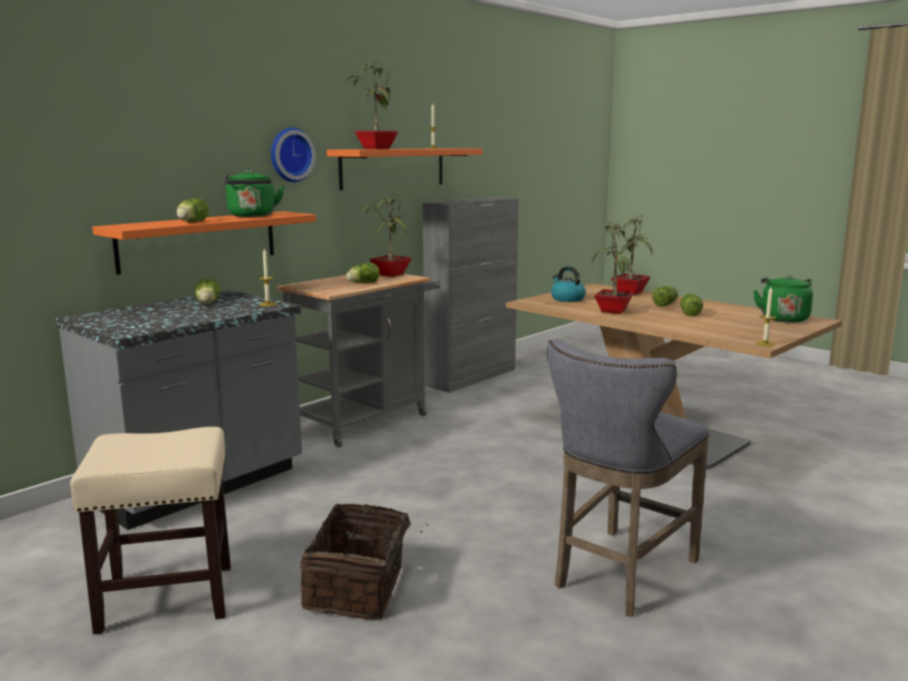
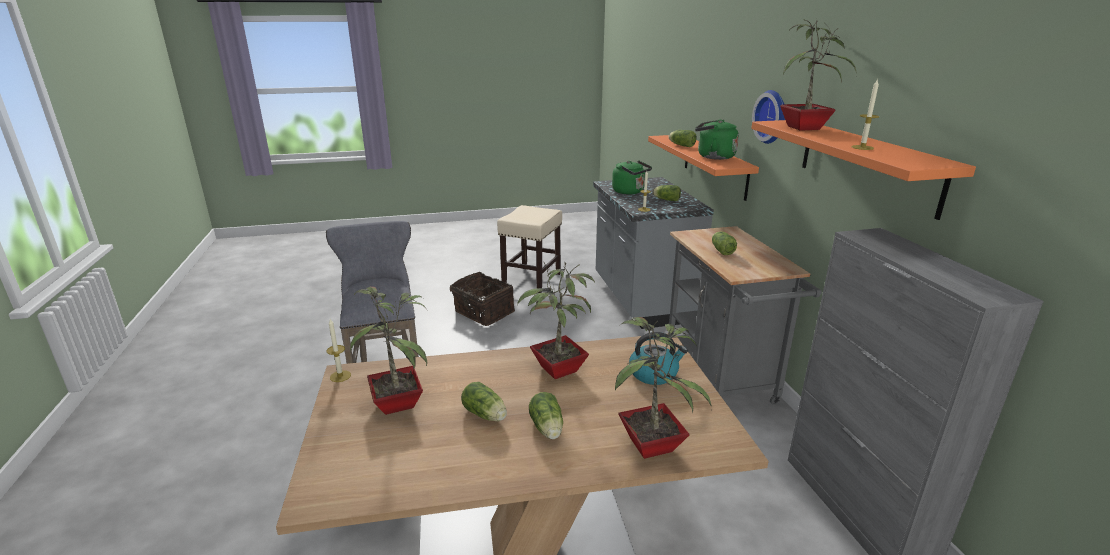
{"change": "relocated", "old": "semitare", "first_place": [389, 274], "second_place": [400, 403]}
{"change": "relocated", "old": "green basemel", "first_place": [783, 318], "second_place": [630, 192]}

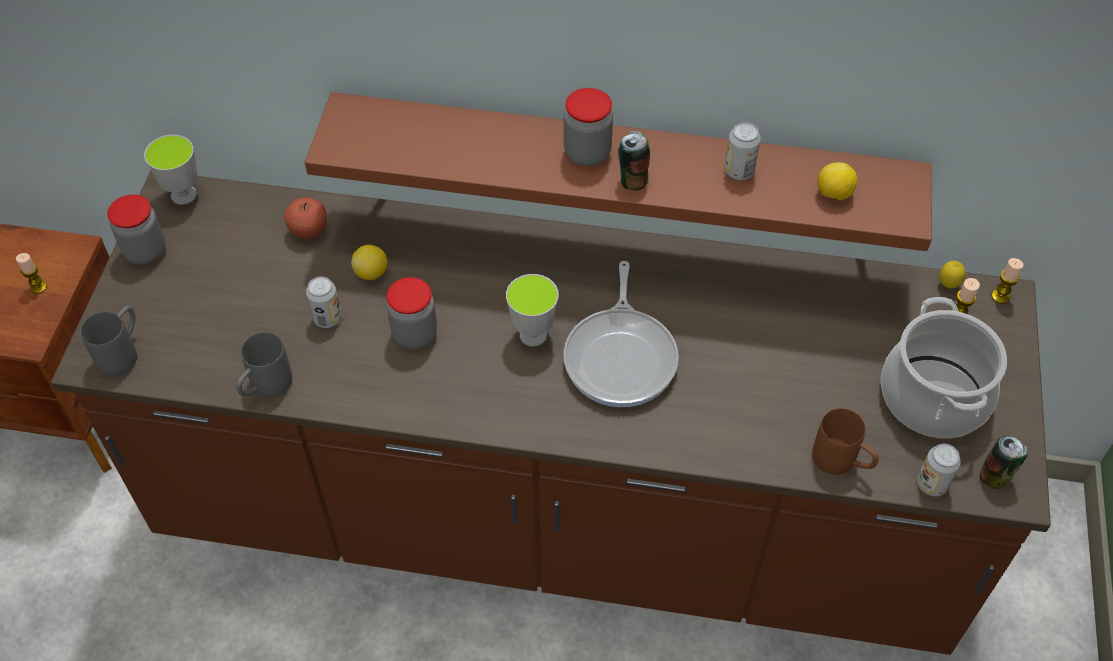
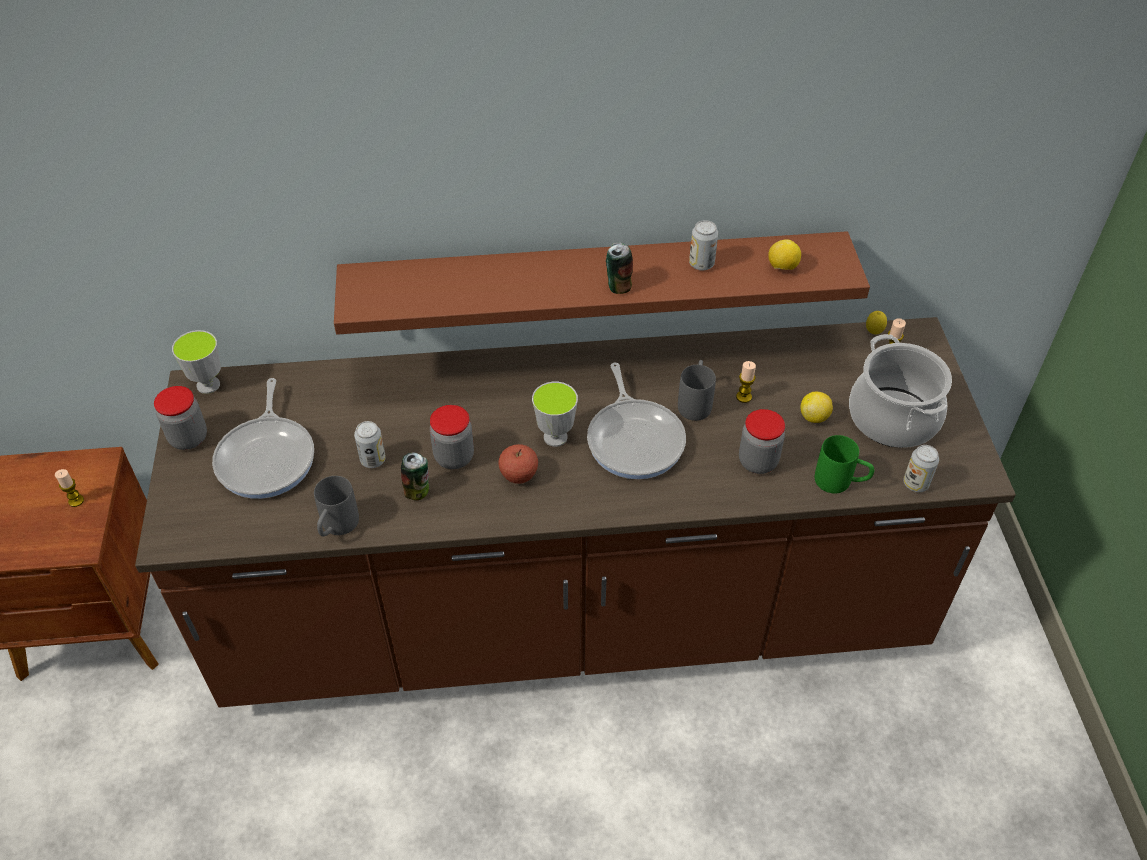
{"change": "relocated", "old": "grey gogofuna", "first_place": [123, 352], "second_place": [695, 402]}
{"change": "relocated", "old": "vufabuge", "first_place": [309, 231], "second_place": [519, 475]}
{"change": "relocated", "old": "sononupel", "first_place": [372, 273], "second_place": [814, 417]}
{"change": "relocated", "old": "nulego", "first_place": [587, 153], "second_place": [758, 461]}
{"change": "colour", "old": "brown gogofuna", "new": "green gogofuna", "first_place": [842, 462], "second_place": [841, 482]}
{"change": "relocated", "old": "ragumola", "first_place": [995, 476], "second_place": [418, 491]}
{"change": "relocated", "old": "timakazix", "first_place": [1000, 296], "second_place": [744, 397]}
{"change": "appeared", "new": "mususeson", "second_place": [267, 457]}

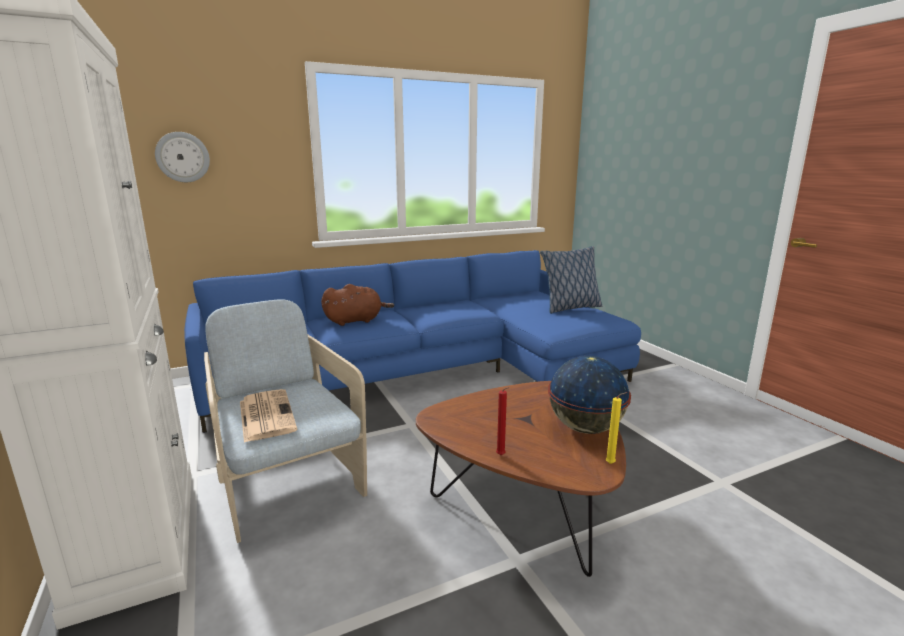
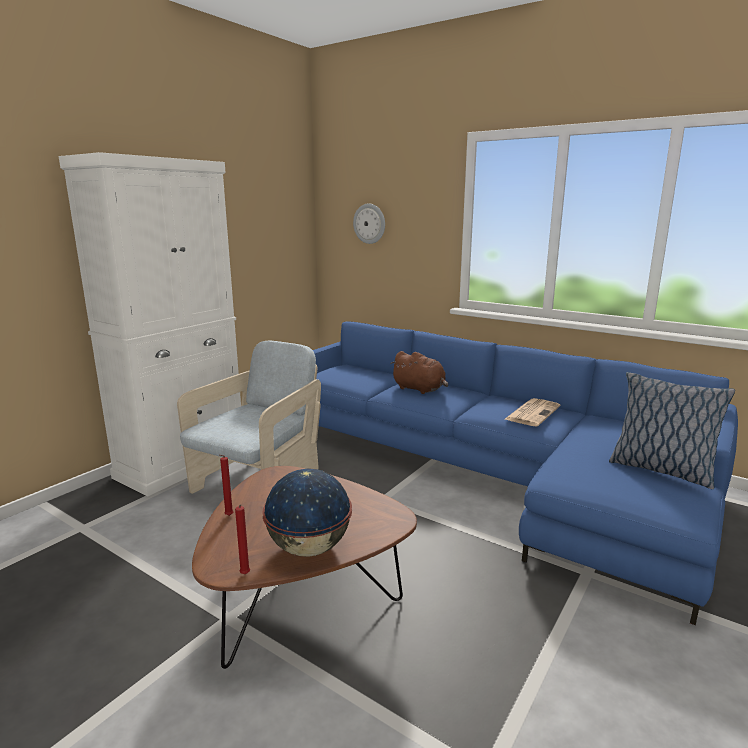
{"change": "relocated", "old": "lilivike", "first_place": [266, 415], "second_place": [532, 412]}
{"change": "colour", "old": "yellow timakazix", "new": "red timakazix", "first_place": [612, 464], "second_place": [245, 575]}

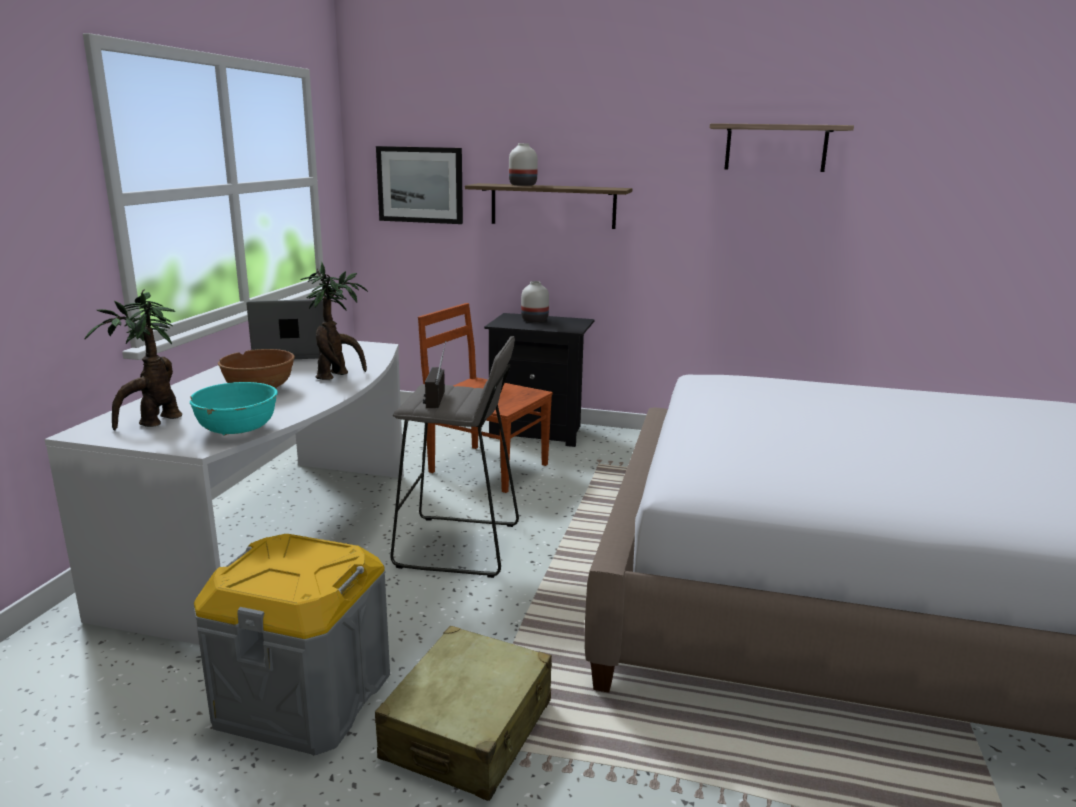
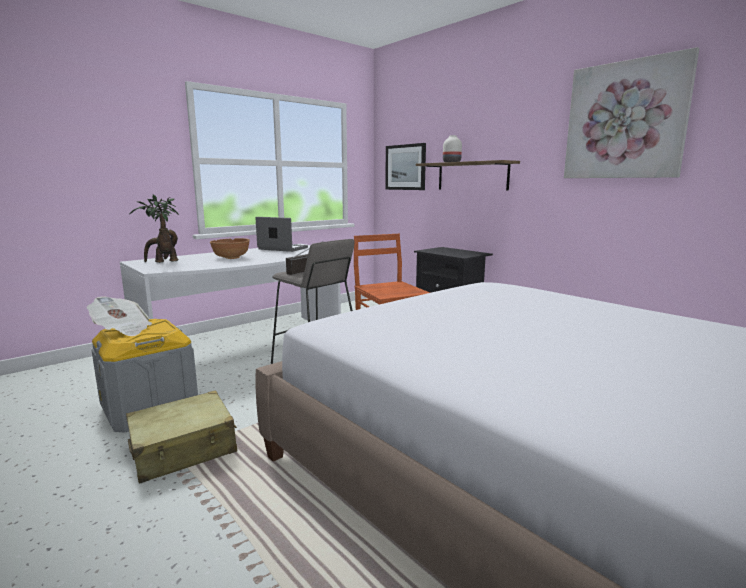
{"change": "missing", "old": "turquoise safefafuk", "first_place": [238, 430]}
{"change": "missing", "old": "semitare", "first_place": [337, 376]}
{"change": "missing", "old": "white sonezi", "first_place": [535, 320]}
{"change": "exchanged", "old": "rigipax", "new": "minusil", "first_place": [776, 148], "second_place": [625, 120]}
{"change": "appeared", "new": "lilivike", "second_place": [122, 330]}

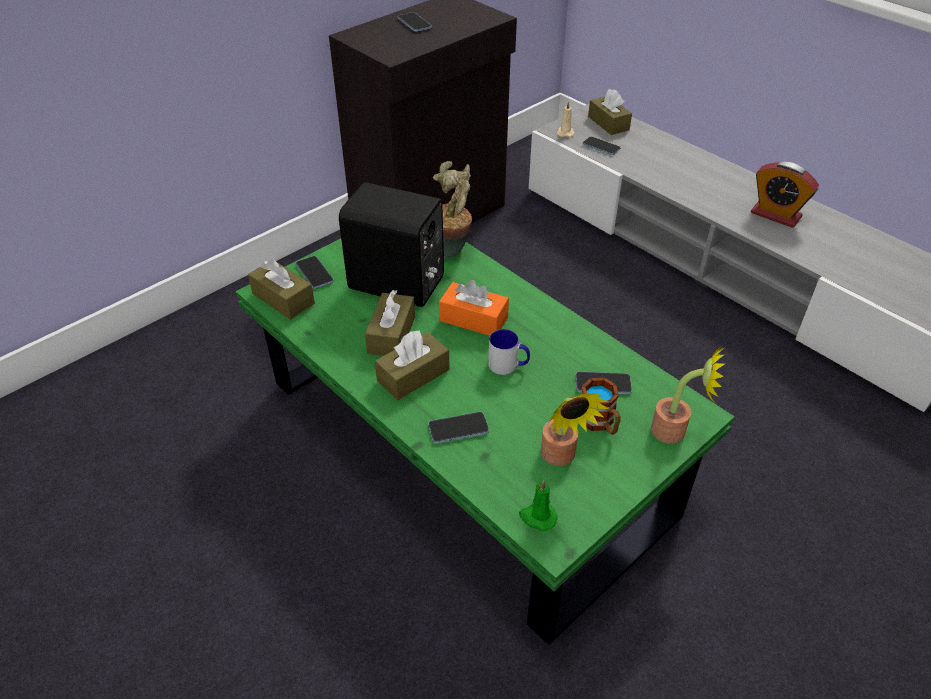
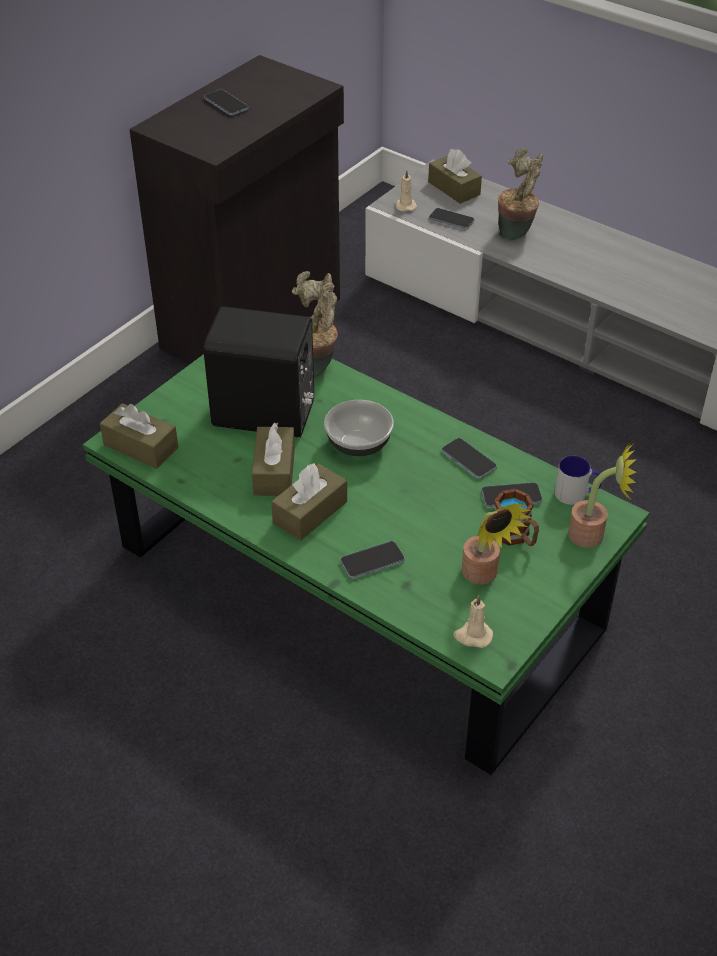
{"change": "relocated", "old": "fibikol", "first_place": [314, 273], "second_place": [468, 460]}
{"change": "exchanged", "old": "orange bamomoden", "new": "safefafuk", "first_place": [473, 319], "second_place": [359, 444]}
{"change": "relocated", "old": "gogofuna", "first_place": [508, 365], "second_place": [576, 494]}
{"change": "colour", "old": "green timakazix", "new": "beige timakazix", "first_place": [537, 517], "second_place": [472, 636]}
{"change": "missing", "old": "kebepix", "first_place": [775, 215]}
{"change": "appeared", "new": "semitare", "second_place": [517, 233]}

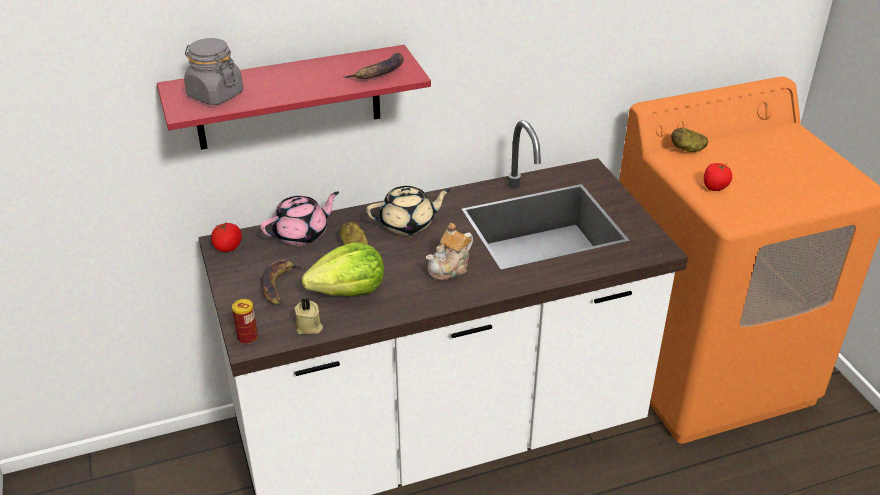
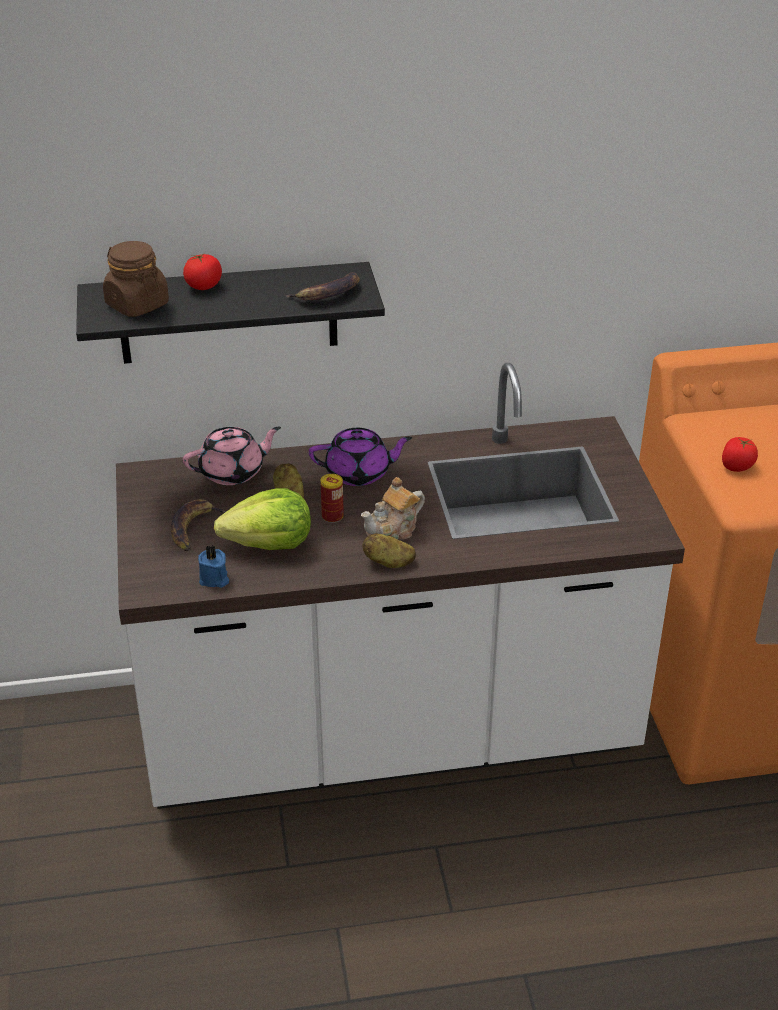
{"change": "colour", "old": "red rigipax", "new": "black rigipax", "first_place": [288, 98], "second_place": [228, 313]}
{"change": "colour", "old": "grey nulego", "new": "brown nulego", "first_place": [215, 95], "second_place": [137, 304]}
{"change": "relocated", "old": "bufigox", "first_place": [228, 247], "second_place": [203, 286]}
{"change": "relocated", "old": "ragumola", "first_place": [247, 337], "second_place": [332, 516]}
{"change": "colour", "old": "beige timakazix", "new": "blue timakazix", "first_place": [309, 327], "second_place": [214, 579]}
{"change": "colour", "old": "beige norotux", "new": "purple norotux", "first_place": [408, 224], "second_place": [359, 473]}
{"change": "relocated", "old": "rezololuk", "first_place": [688, 149], "second_place": [388, 562]}

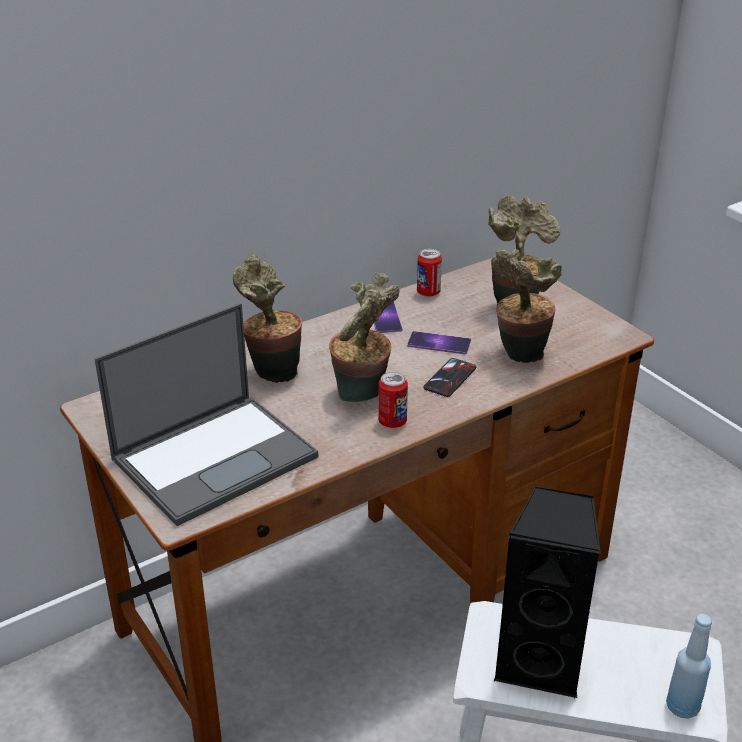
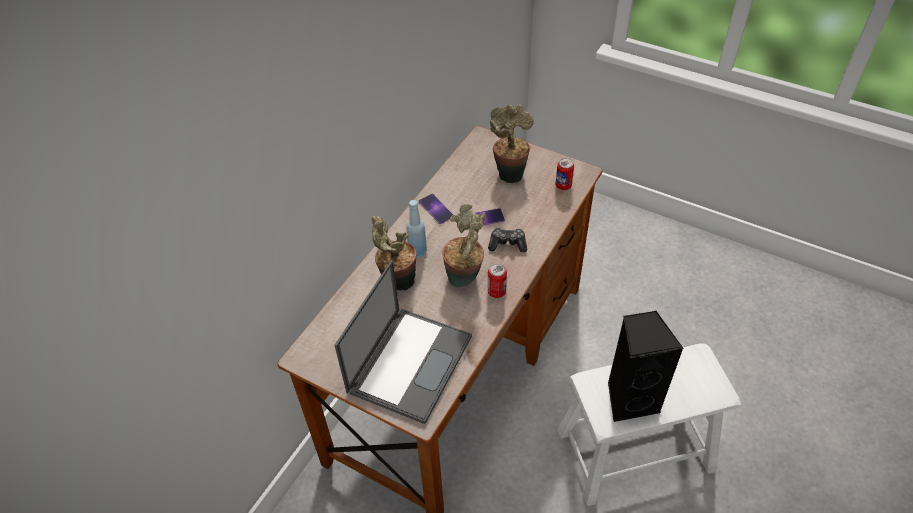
{"change": "relocated", "old": "ragumola", "first_place": [428, 292], "second_place": [563, 186]}
{"change": "exchanged", "old": "fibikol", "new": "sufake", "first_place": [450, 378], "second_place": [507, 244]}
{"change": "missing", "old": "semitare", "first_place": [519, 356]}
{"change": "relocated", "old": "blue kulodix", "first_place": [682, 707], "second_place": [417, 251]}

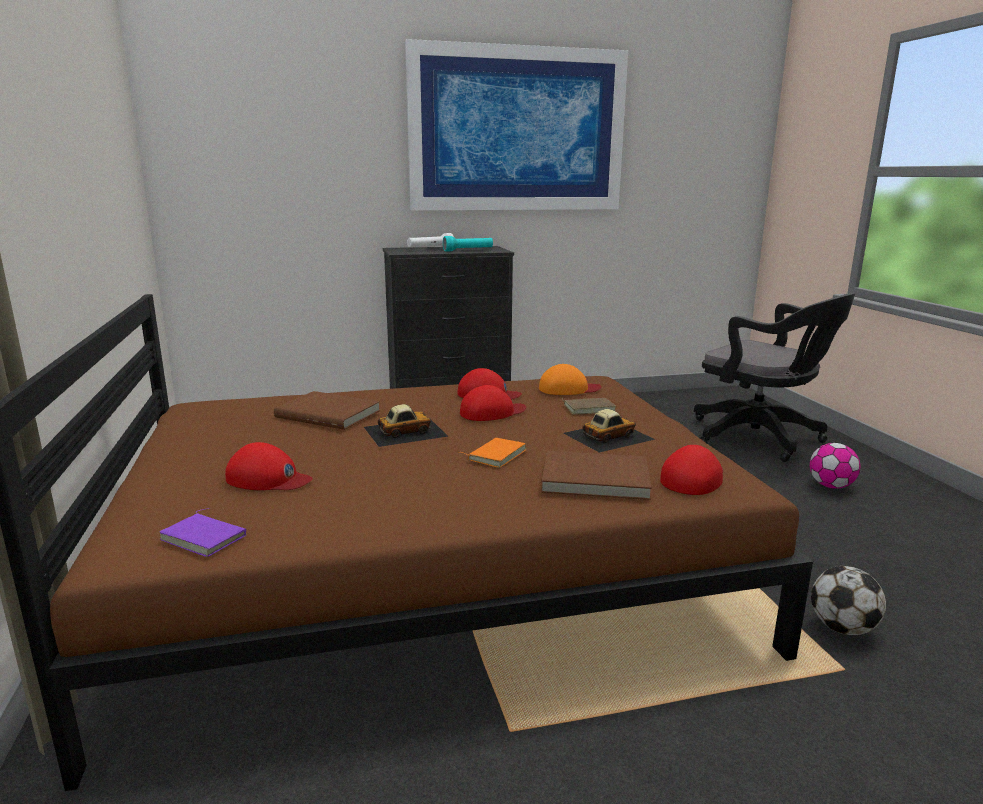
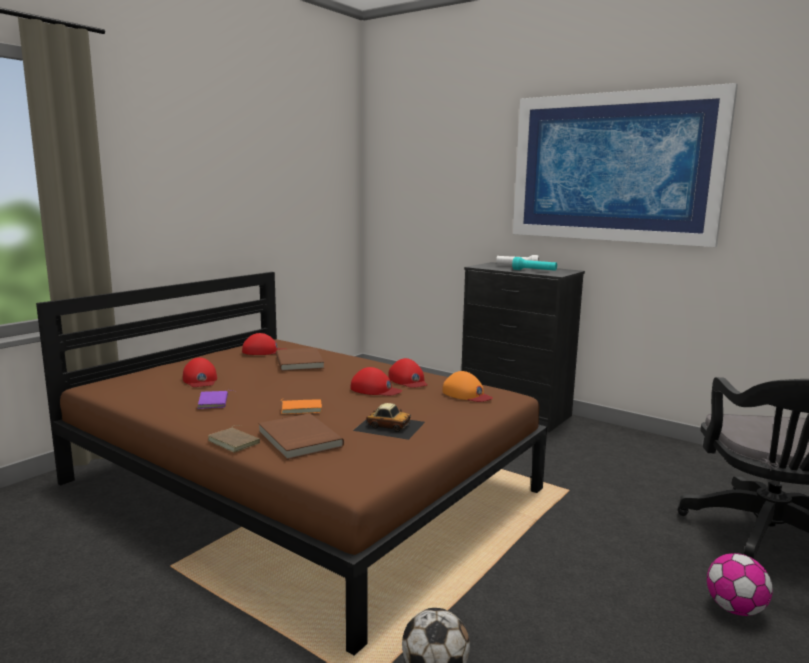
{"change": "relocated", "old": "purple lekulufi", "first_place": [206, 537], "second_place": [214, 402]}
{"change": "missing", "old": "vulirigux", "first_place": [404, 431]}
{"change": "relocated", "old": "brown lekulufi", "first_place": [588, 408], "second_place": [235, 442]}
{"change": "relocated", "old": "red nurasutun", "first_place": [694, 478], "second_place": [264, 351]}

